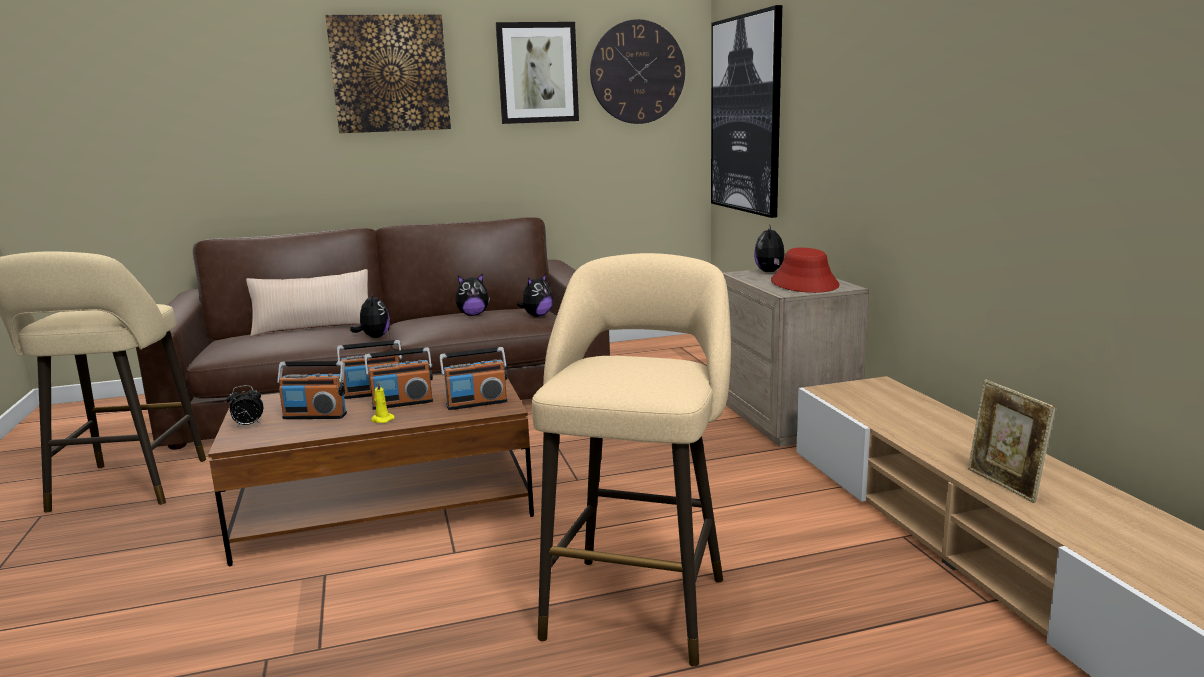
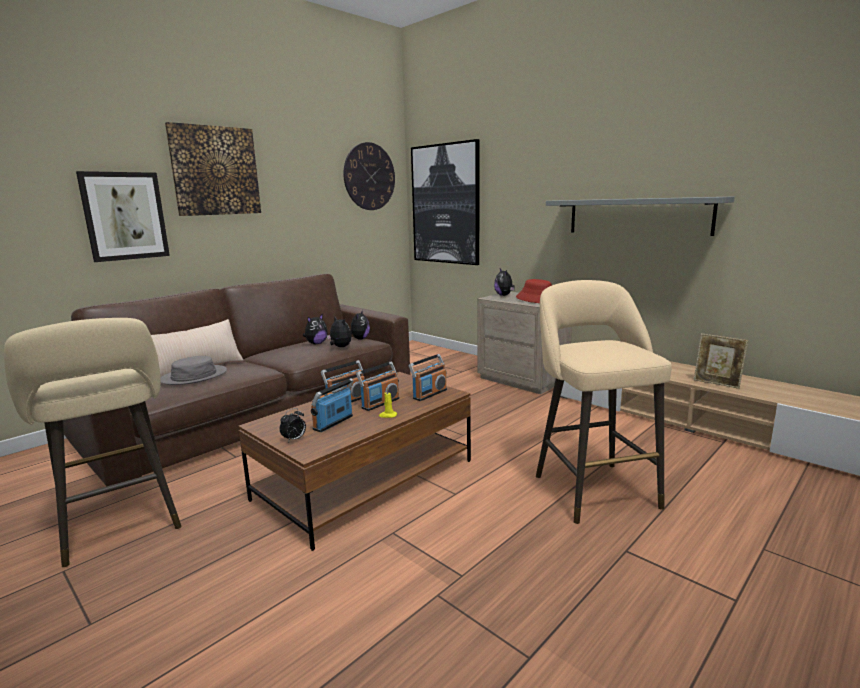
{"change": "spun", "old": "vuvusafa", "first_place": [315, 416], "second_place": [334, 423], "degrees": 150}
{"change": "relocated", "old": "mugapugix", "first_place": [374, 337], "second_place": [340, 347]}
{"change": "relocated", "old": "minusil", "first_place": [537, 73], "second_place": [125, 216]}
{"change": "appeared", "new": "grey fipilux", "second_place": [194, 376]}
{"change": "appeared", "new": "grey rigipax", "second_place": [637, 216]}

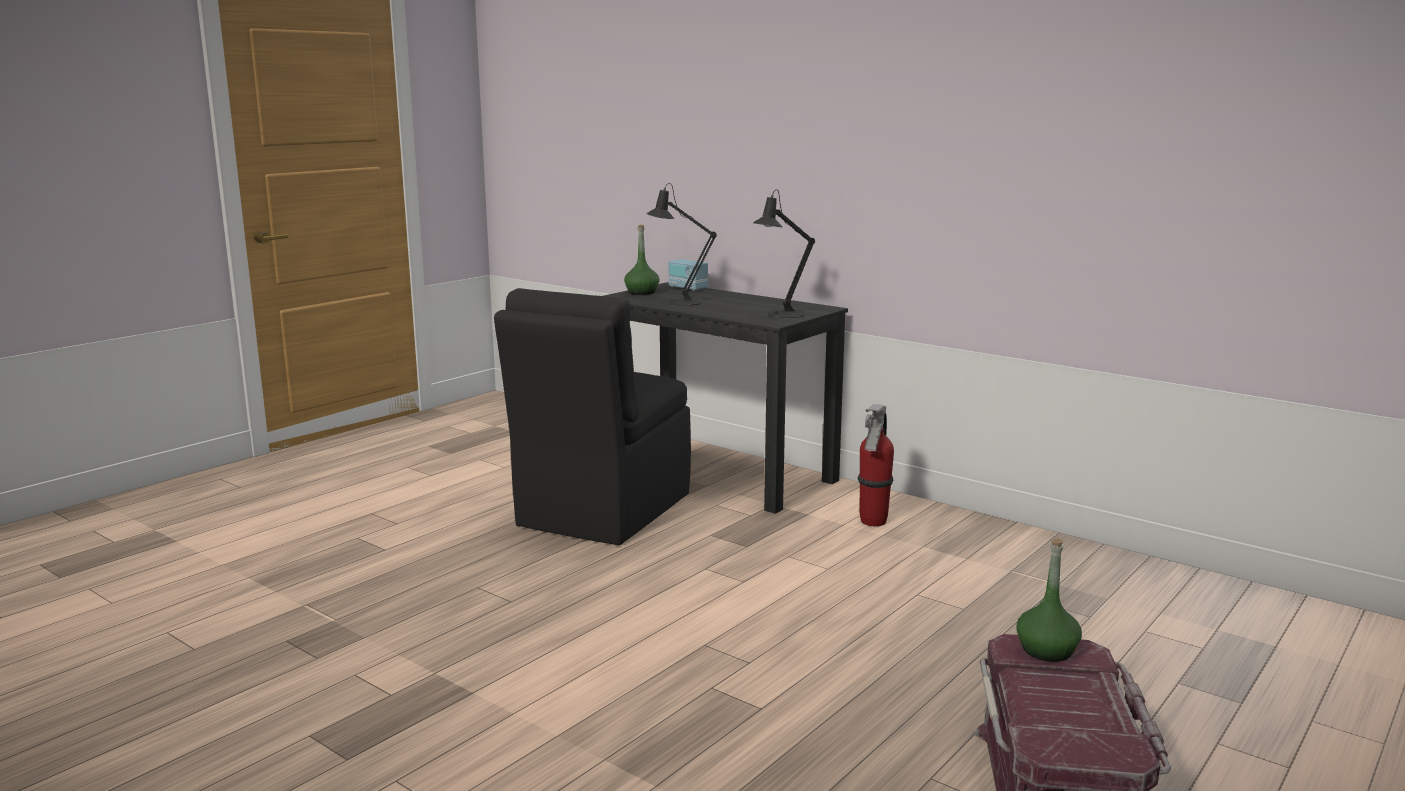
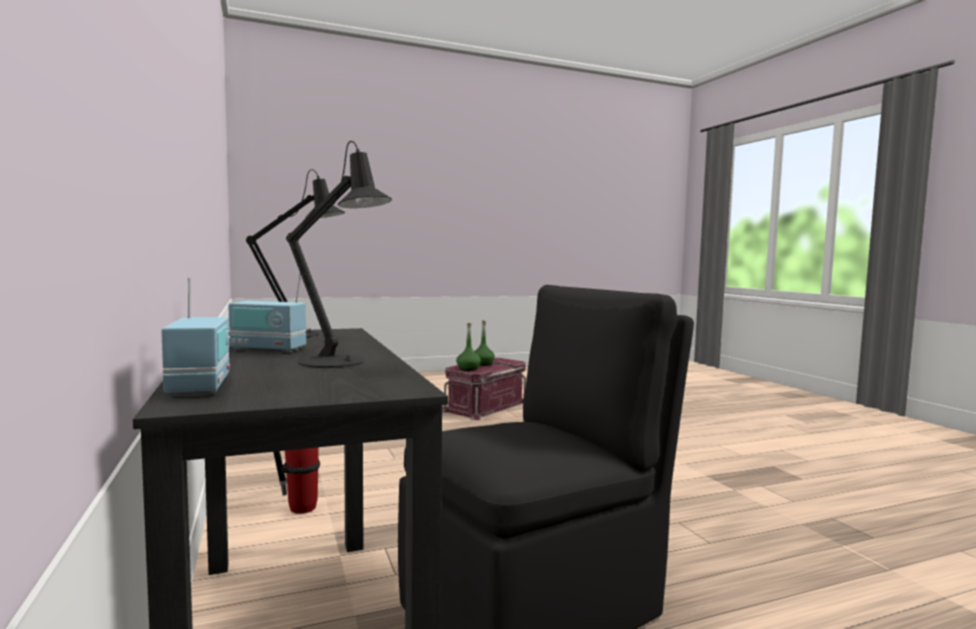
{"change": "relocated", "old": "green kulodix", "first_place": [642, 292], "second_place": [483, 364]}
{"change": "appeared", "new": "vuvusafa", "second_place": [268, 349]}

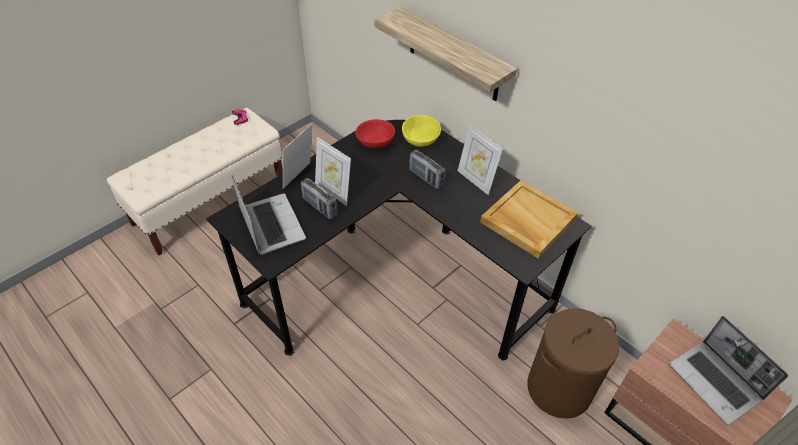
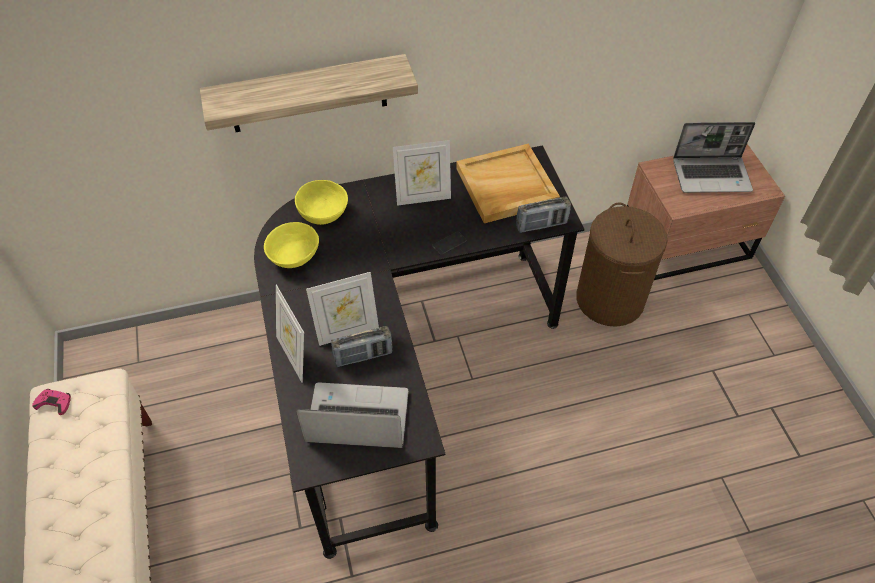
{"change": "colour", "old": "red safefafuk", "new": "yellow safefafuk", "first_place": [376, 143], "second_place": [295, 256]}
{"change": "relocated", "old": "vuvusafa", "first_place": [426, 178], "second_place": [541, 225]}

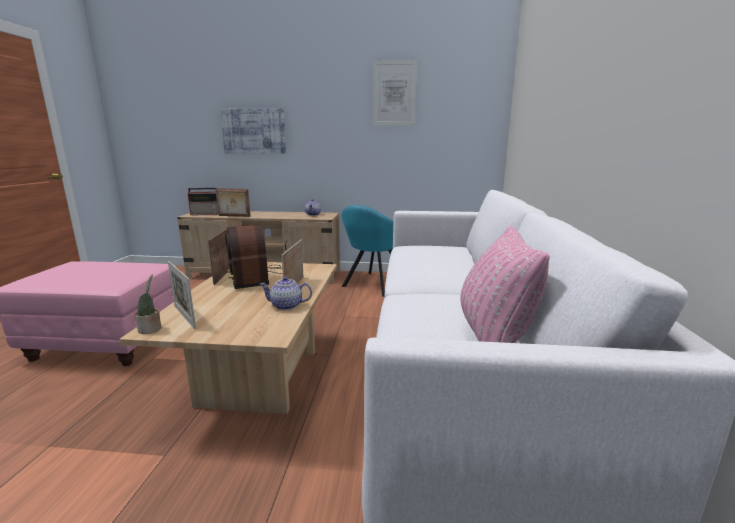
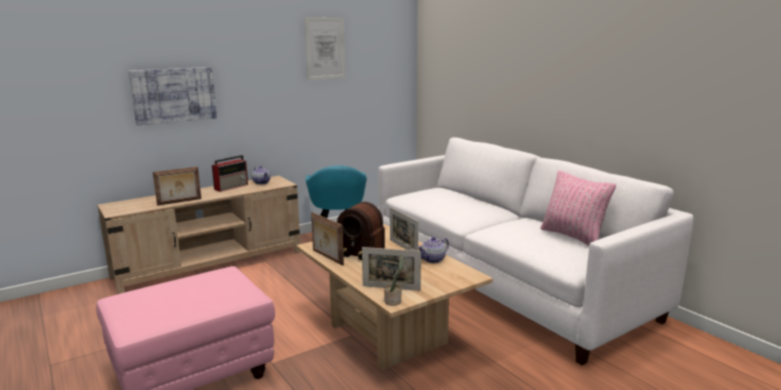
{"change": "relocated", "old": "vuvusafa", "first_place": [207, 214], "second_place": [232, 187]}

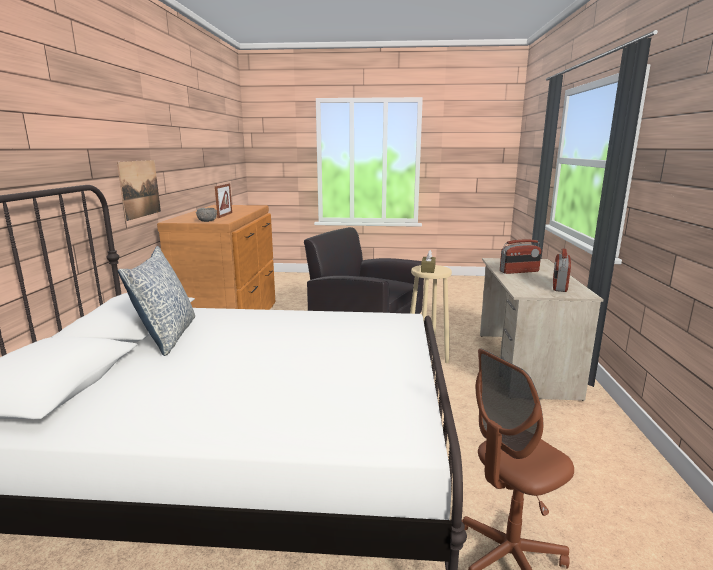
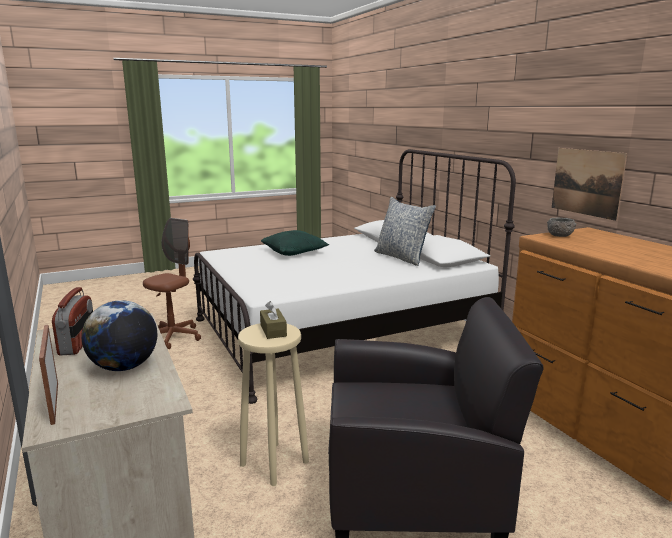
{"change": "relocated", "old": "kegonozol", "first_place": [225, 215], "second_place": [54, 403]}
{"change": "exchanged", "old": "vuvusafa", "new": "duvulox", "first_place": [519, 271], "second_place": [124, 367]}
{"change": "appeared", "new": "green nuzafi", "second_place": [295, 252]}

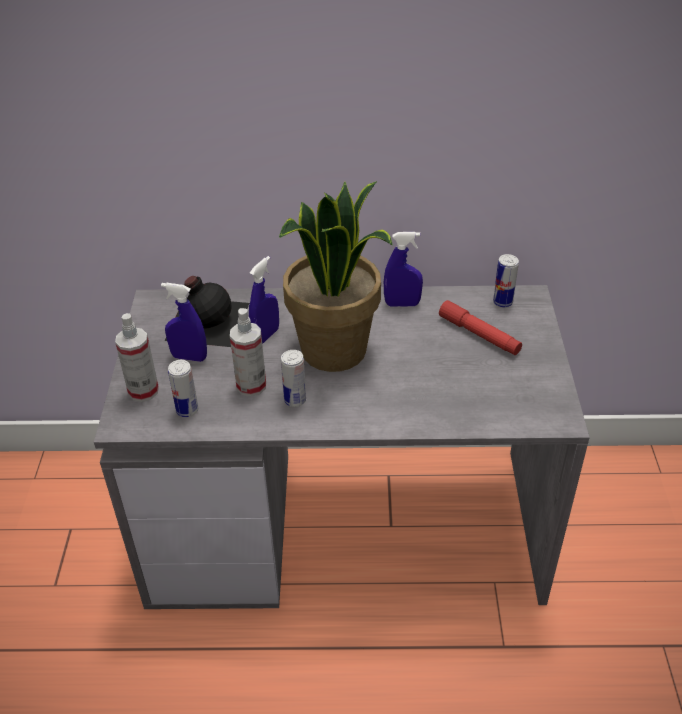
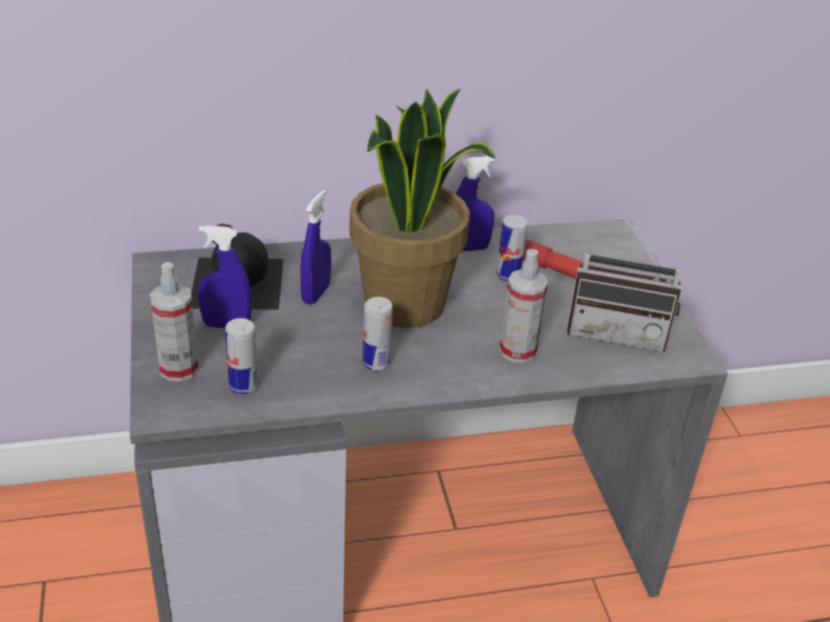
{"change": "relocated", "old": "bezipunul", "first_place": [251, 385], "second_place": [517, 350]}
{"change": "relocated", "old": "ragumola", "first_place": [502, 302], "second_place": [508, 276]}
{"change": "appeared", "new": "vuvusafa", "second_place": [618, 332]}

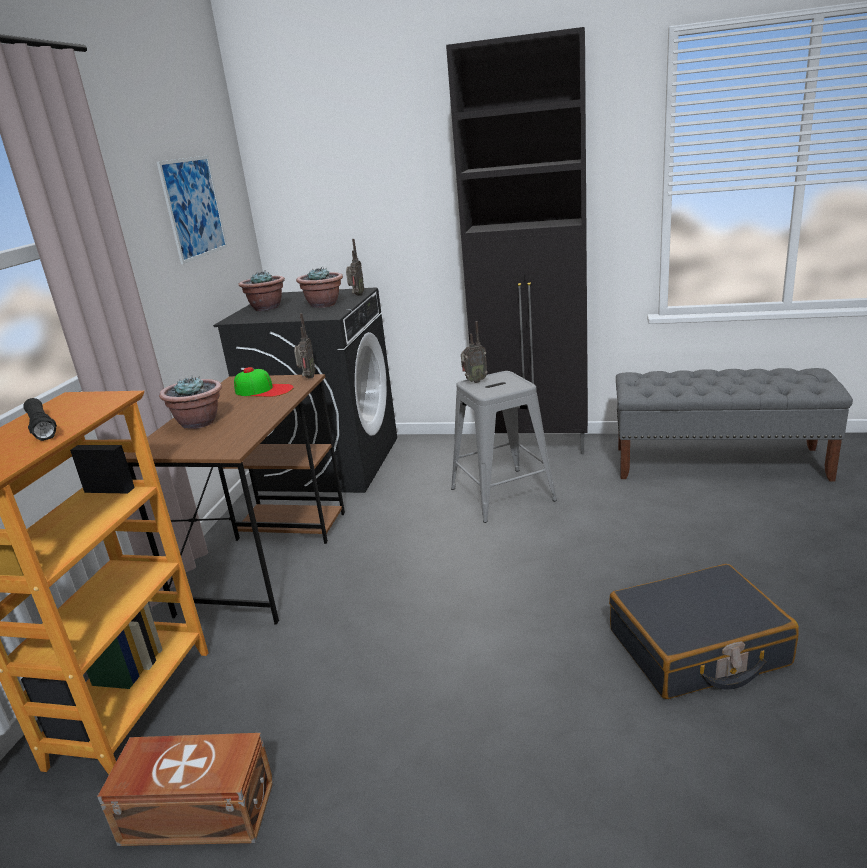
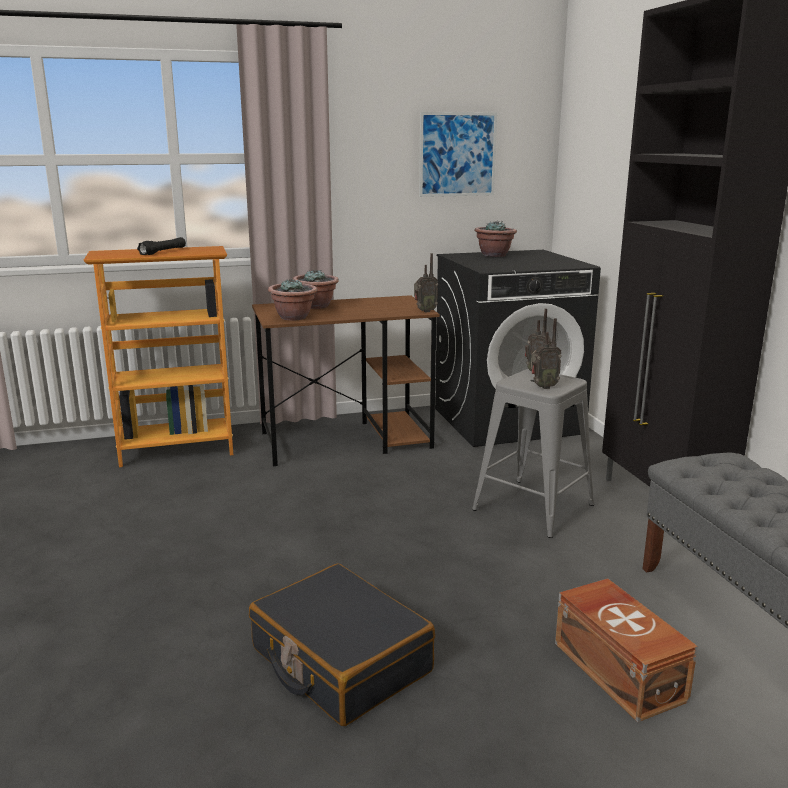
{"change": "relocated", "old": "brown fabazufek", "first_place": [197, 810], "second_place": [618, 669]}
{"change": "missing", "old": "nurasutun", "first_place": [264, 390]}
{"change": "relocated", "old": "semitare", "first_place": [324, 305], "second_place": [294, 317]}
{"change": "relocated", "old": "vuvusafa", "first_place": [356, 295], "second_place": [543, 387]}

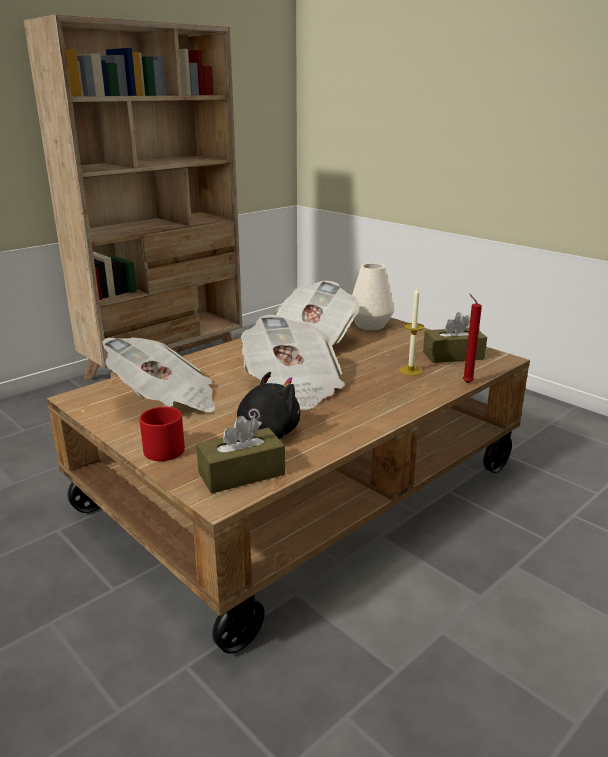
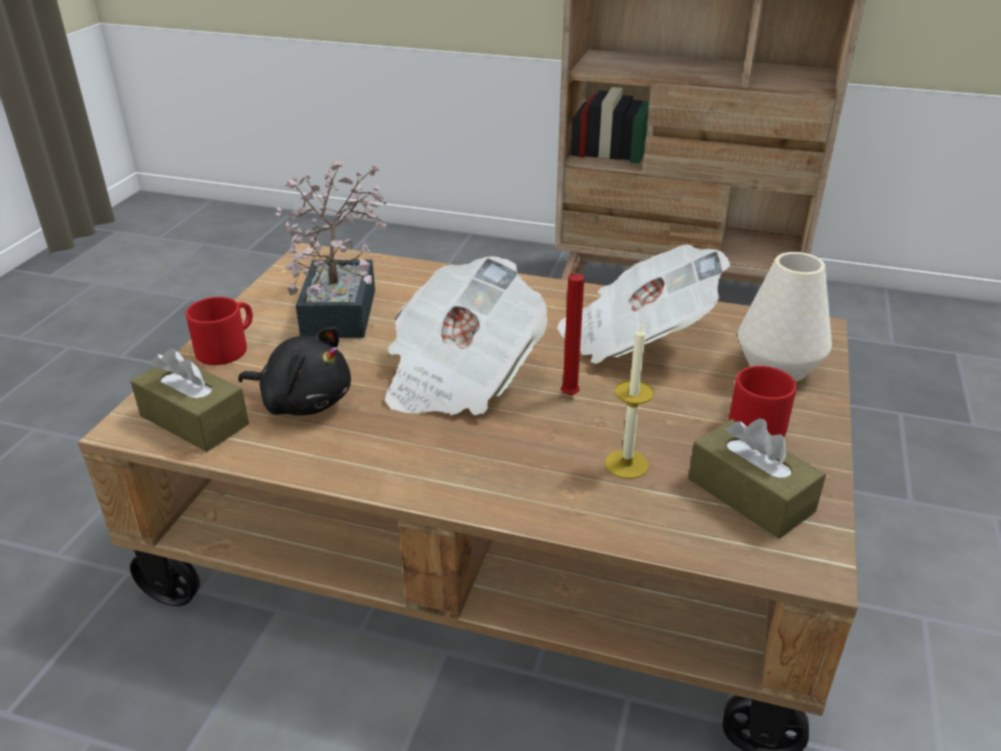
{"change": "exchanged", "old": "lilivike", "new": "semitare", "first_place": [166, 401], "second_place": [342, 306]}
{"change": "relocated", "old": "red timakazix", "first_place": [466, 382], "second_place": [570, 394]}
{"change": "appeared", "new": "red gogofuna", "second_place": [752, 420]}

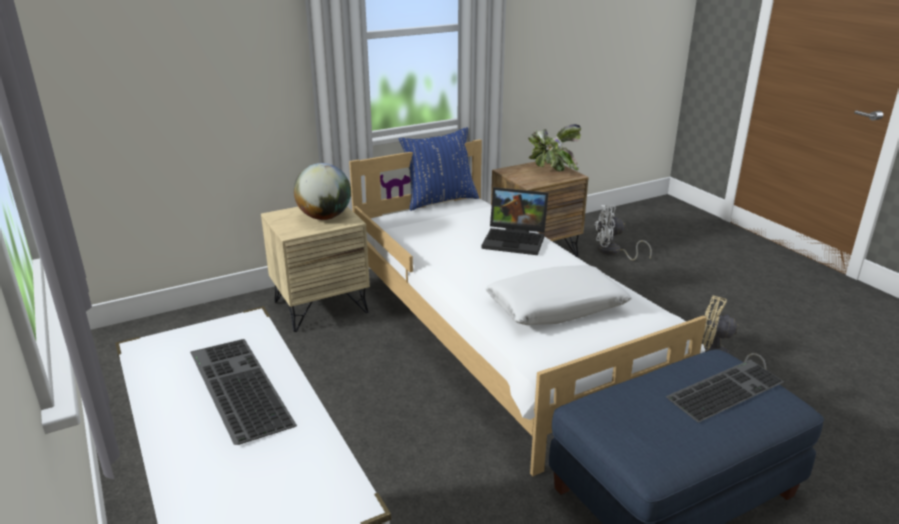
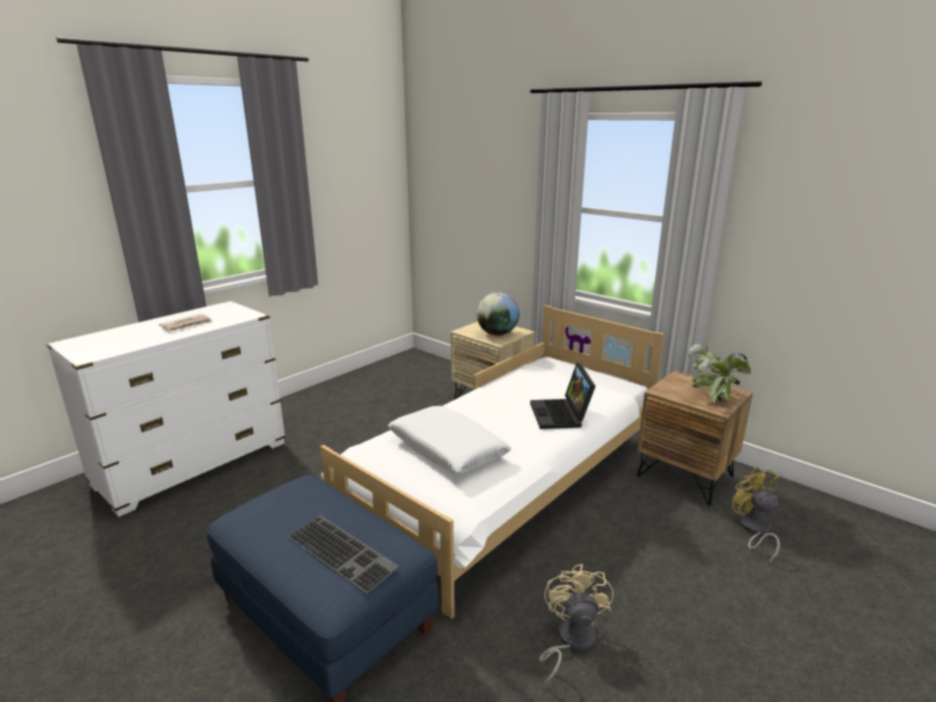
{"change": "exchanged", "old": "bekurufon", "new": "lilivike", "first_place": [236, 387], "second_place": [187, 325]}
{"change": "missing", "old": "blue nuzafi", "first_place": [439, 200]}
{"change": "colour", "old": "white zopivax", "new": "yellow zopivax", "first_place": [613, 252], "second_place": [753, 530]}

